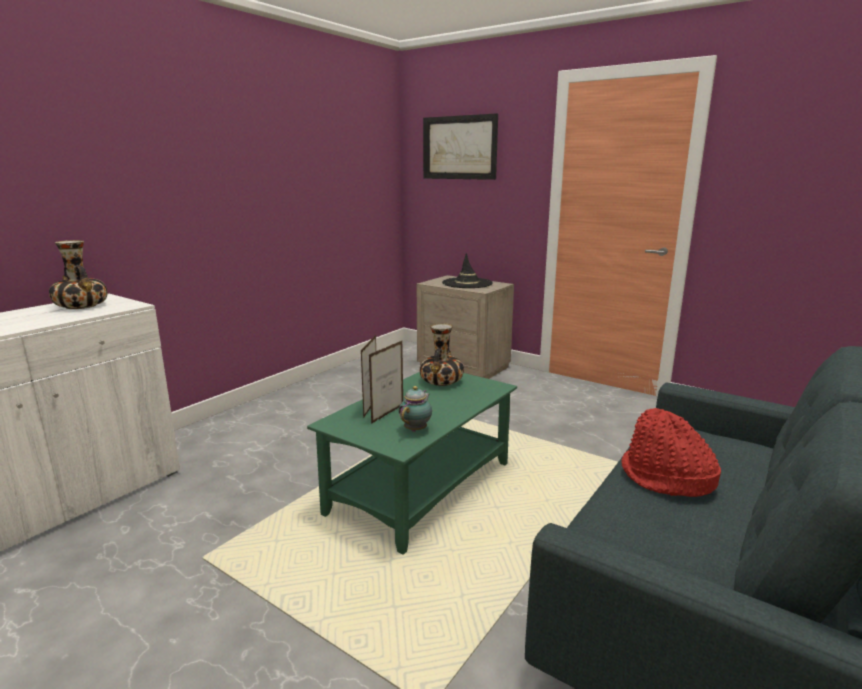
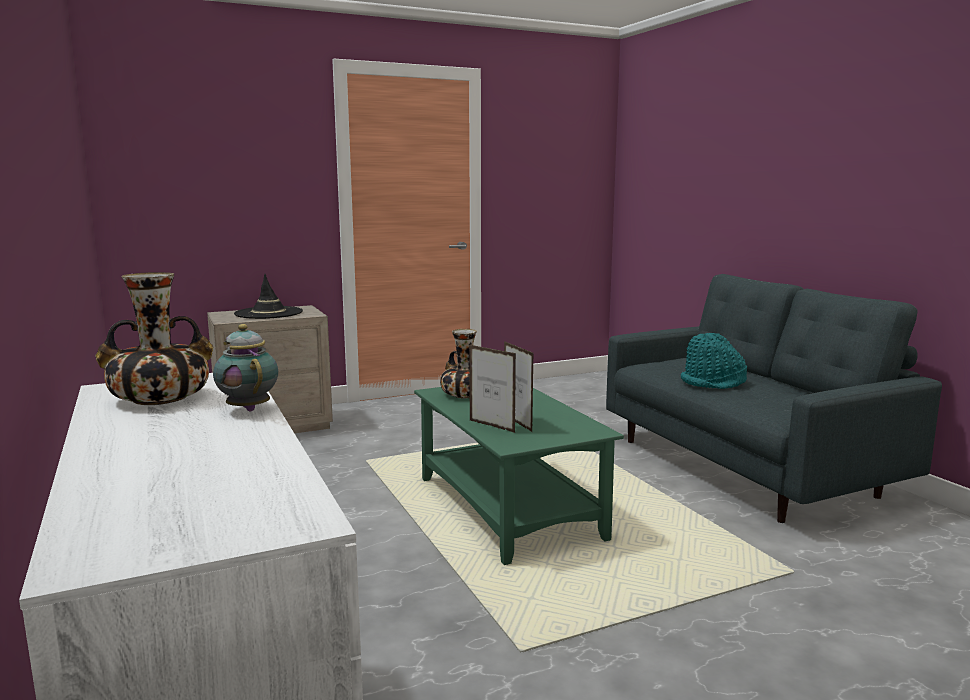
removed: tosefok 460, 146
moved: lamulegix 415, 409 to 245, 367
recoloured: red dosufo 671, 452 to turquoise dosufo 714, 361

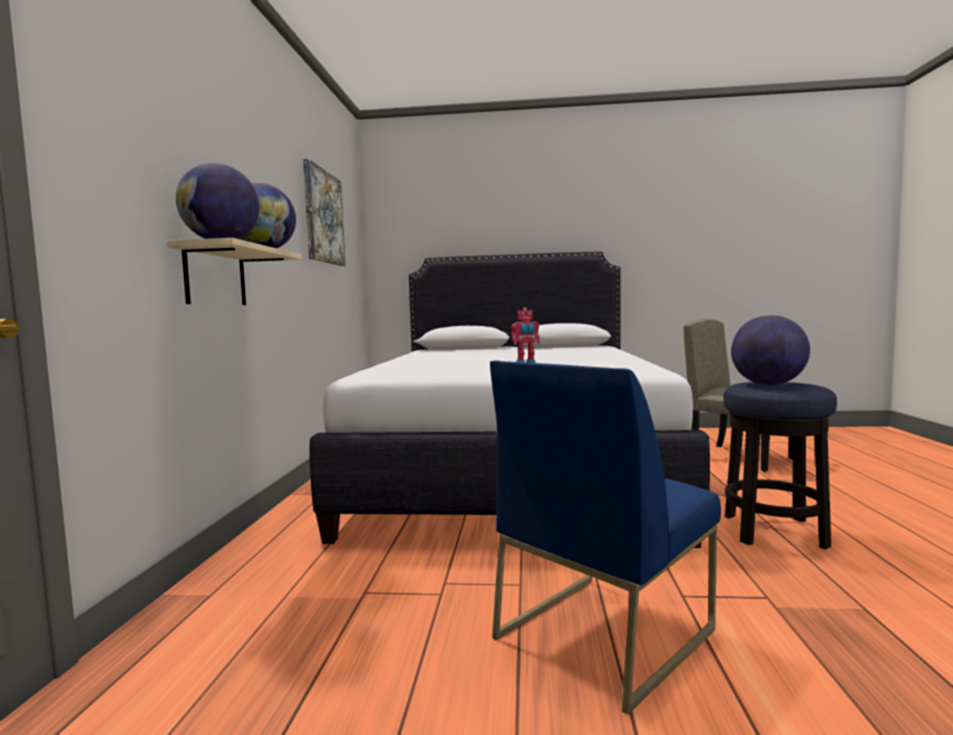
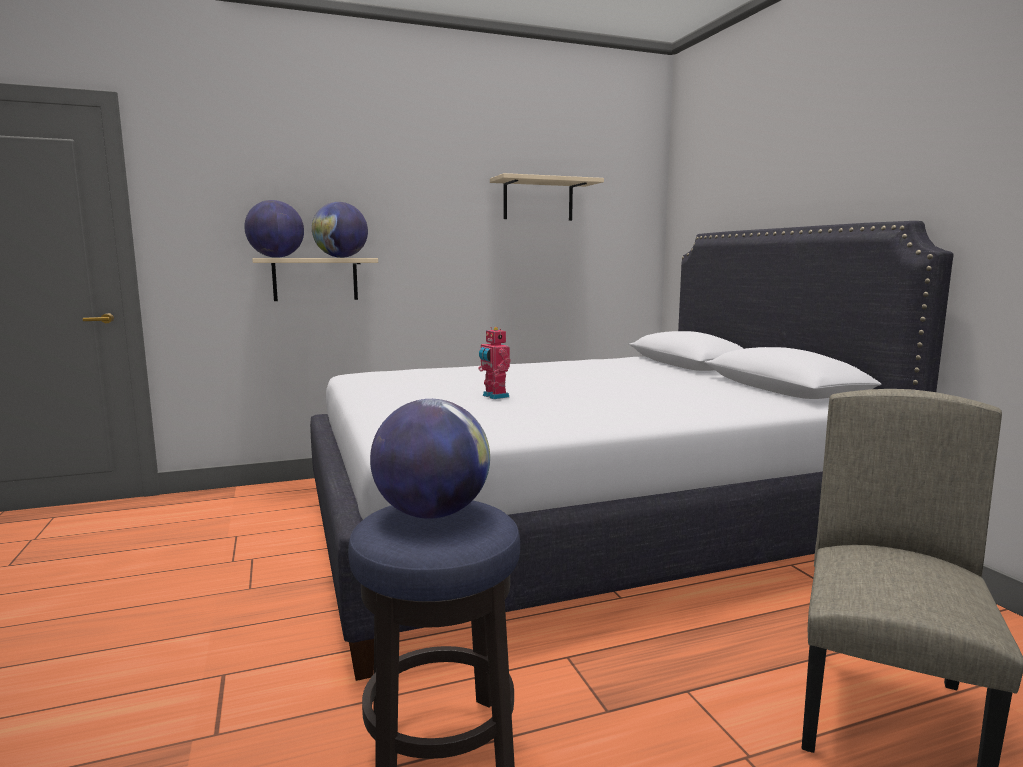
removed: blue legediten 605, 537
replaced: tosefok 324, 212 to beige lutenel 547, 197

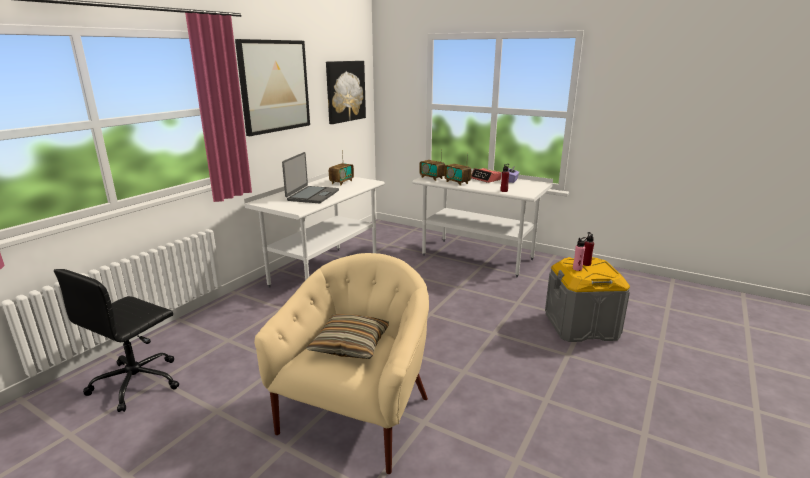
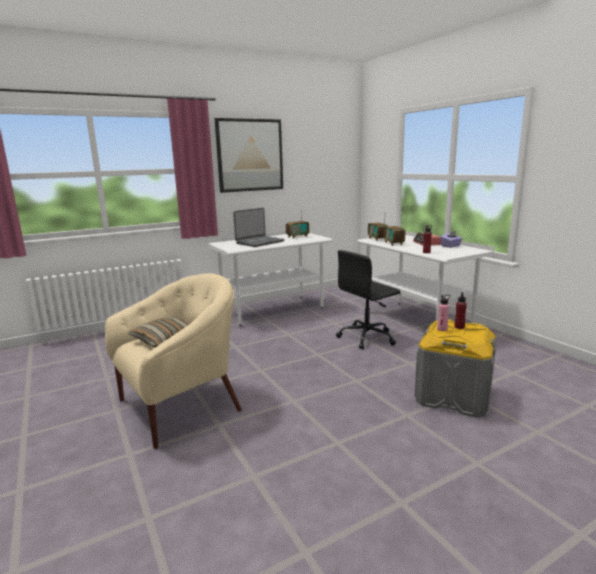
removed: tosefok 346, 92
moved: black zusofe 116, 340 to 368, 299

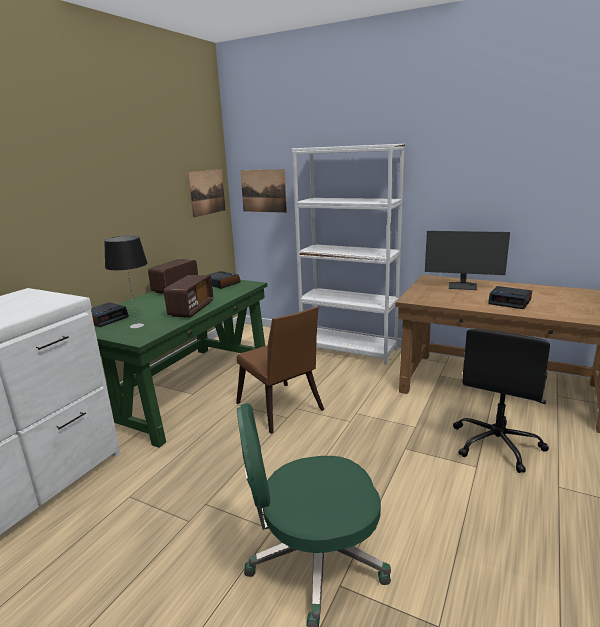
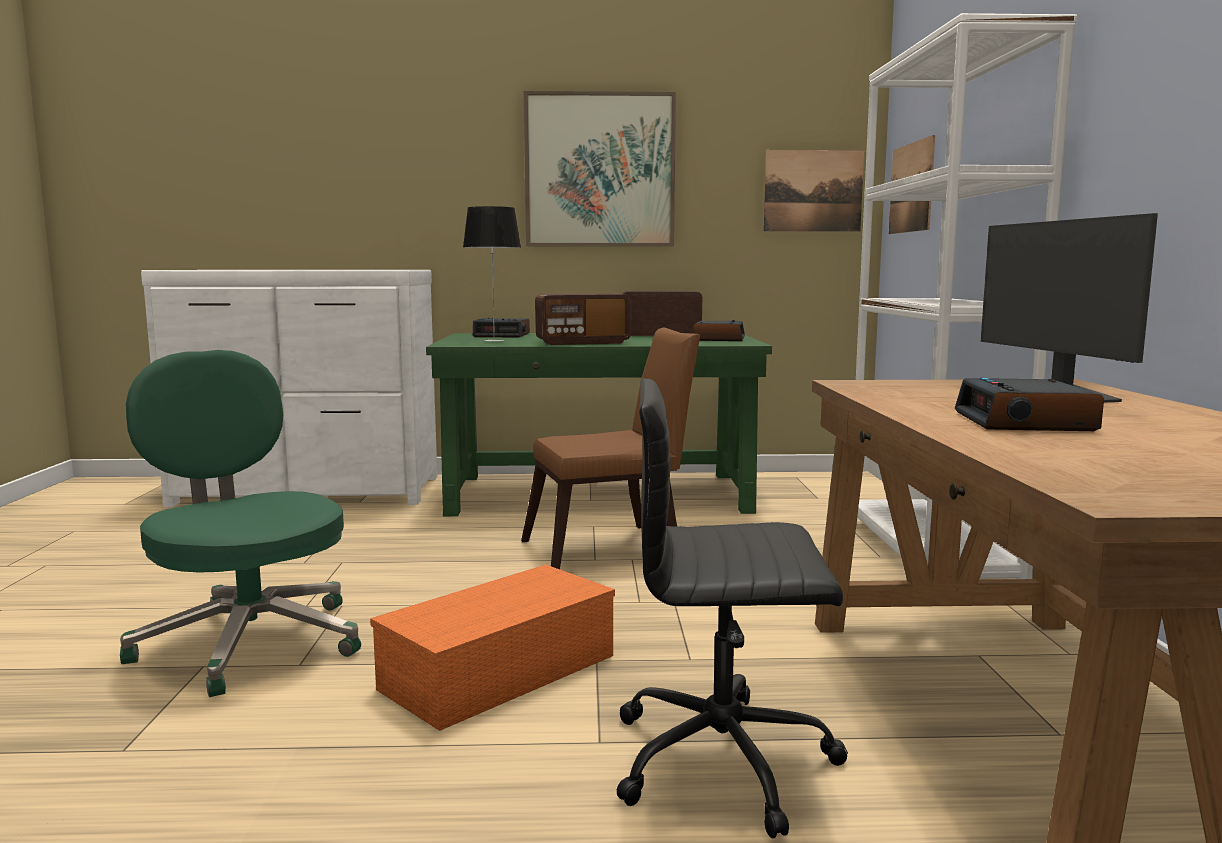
added: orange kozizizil 492, 648; tosefok 600, 168
turned: brown legediten 280, 370 = 611, 448 135 degrees counterclockwise

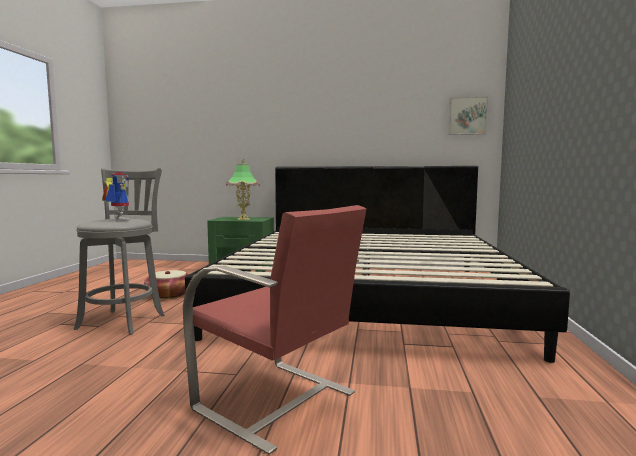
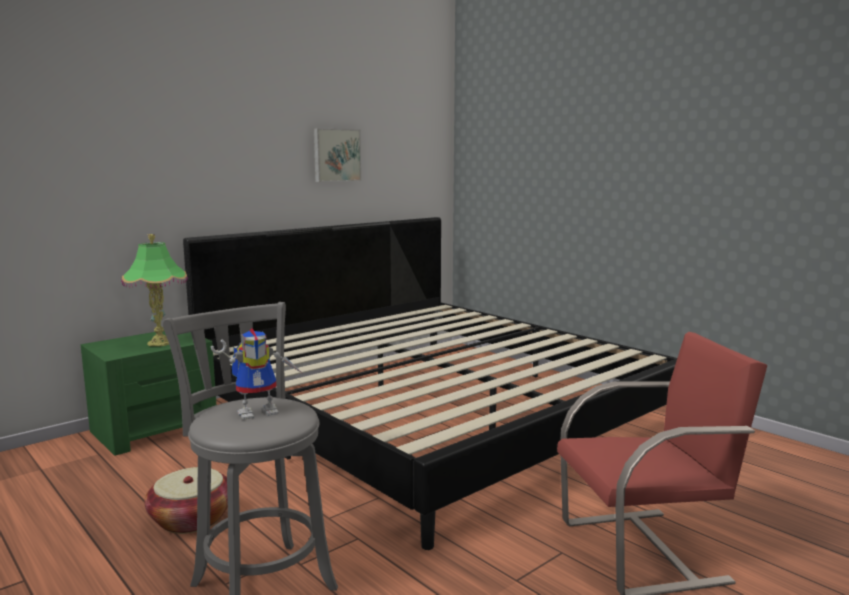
moved: tosefok 468, 116 to 337, 155
turned: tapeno 116, 196 = 256, 374 150 degrees clockwise

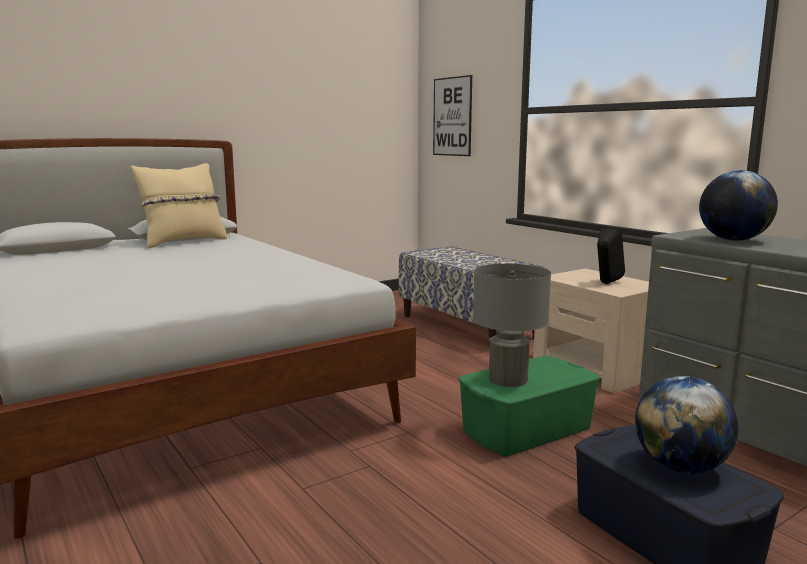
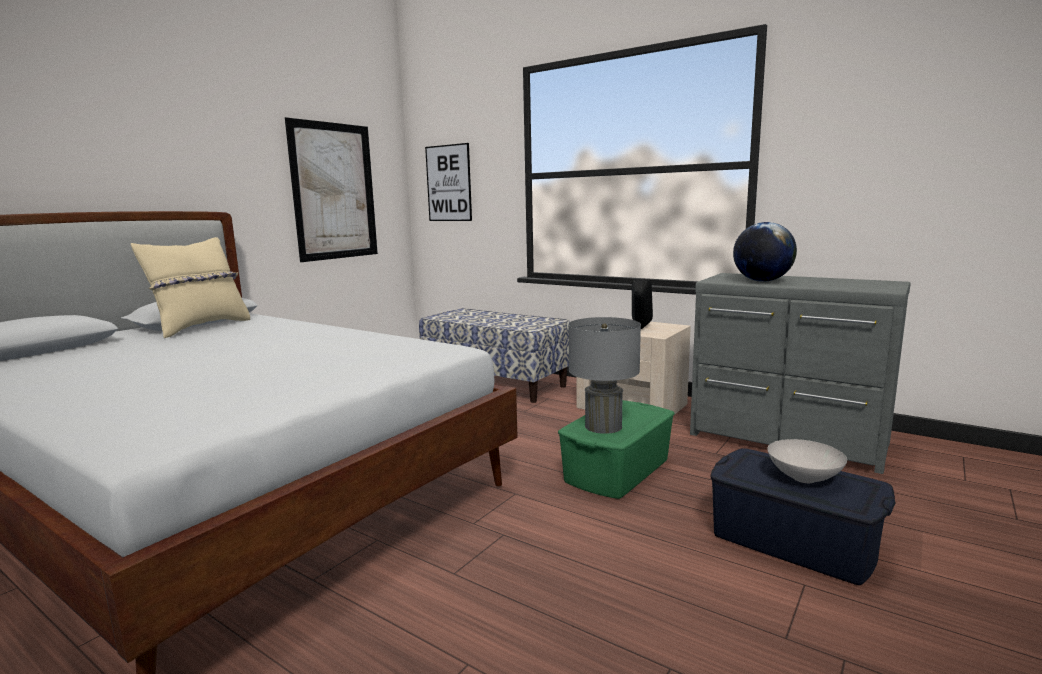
added: tosefok 331, 189
replaced: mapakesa 686, 425 to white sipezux 807, 461

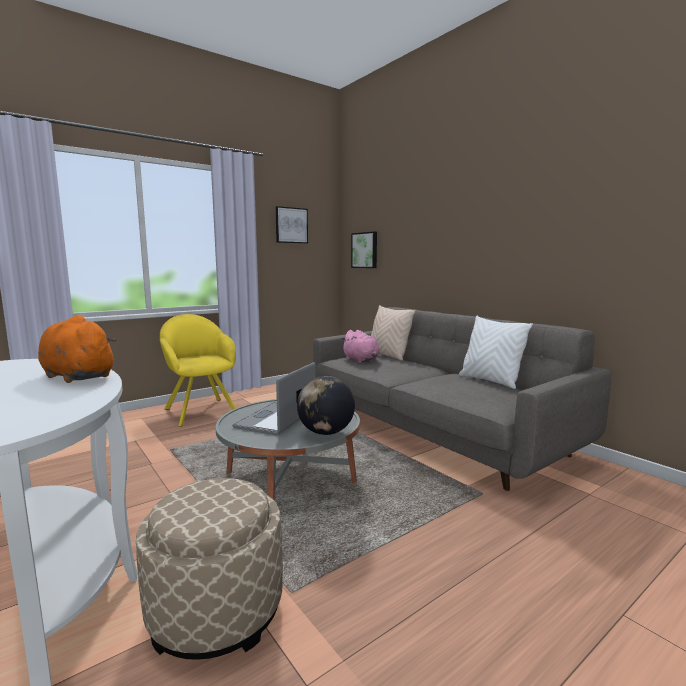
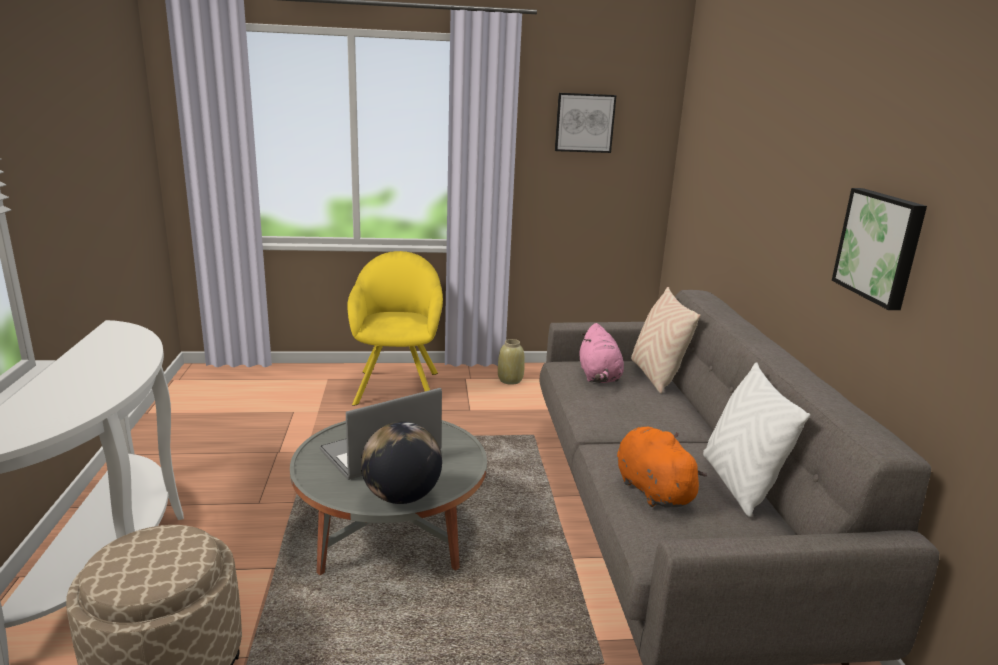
added: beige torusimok 511, 362
moved: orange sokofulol 77, 349 to 662, 467; tosefok 364, 249 to 879, 249

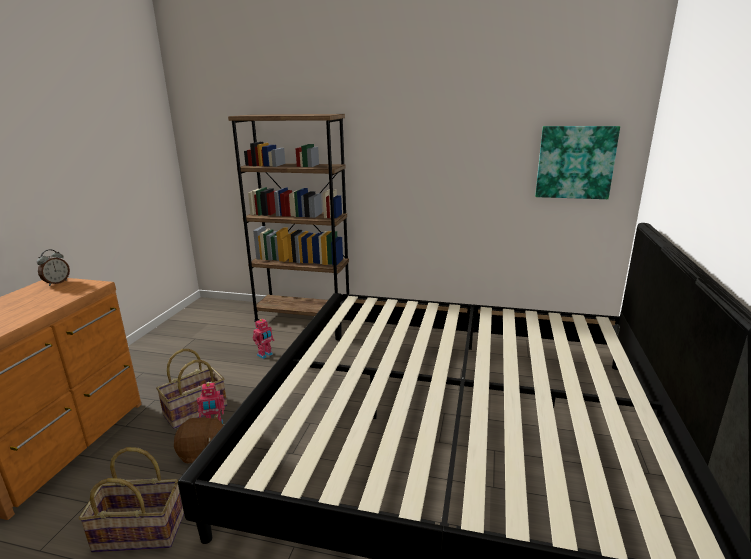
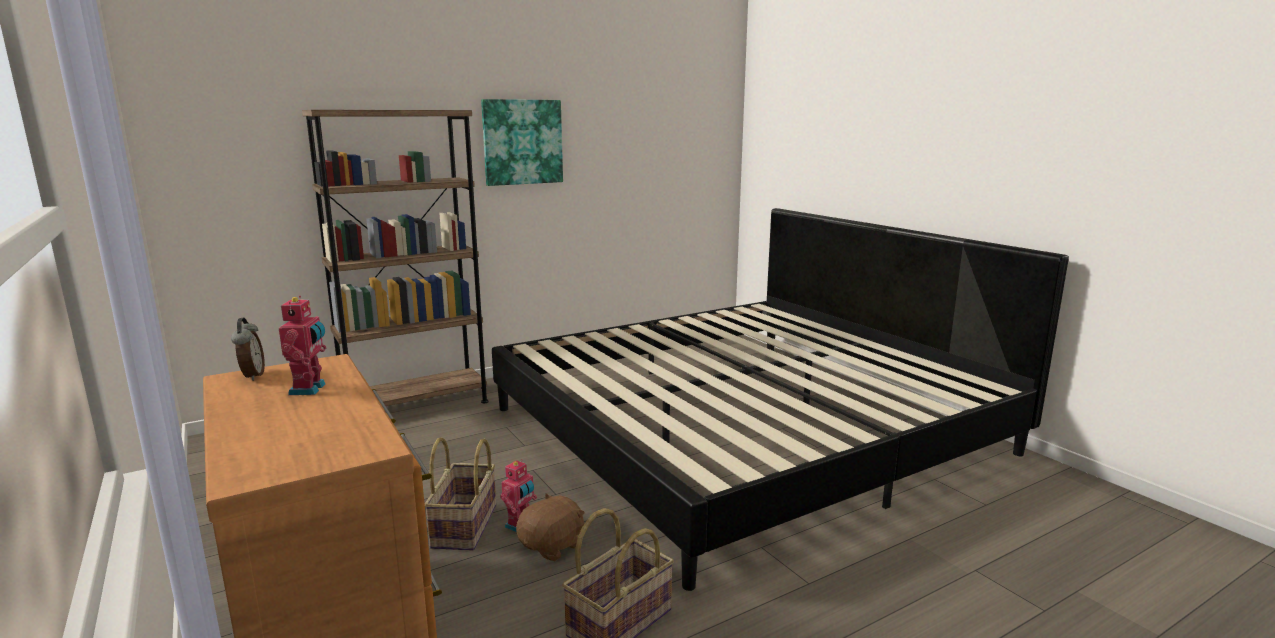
moved: tapeno 264, 338 to 302, 345; tosefok 577, 162 to 522, 142

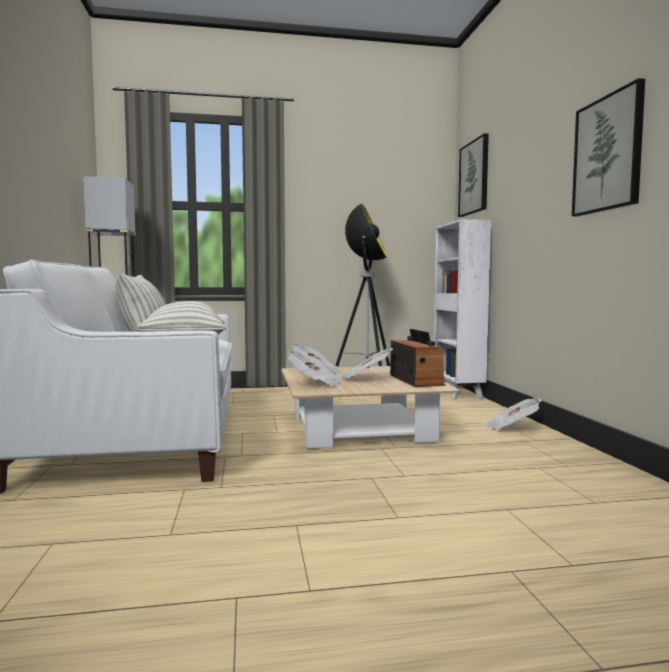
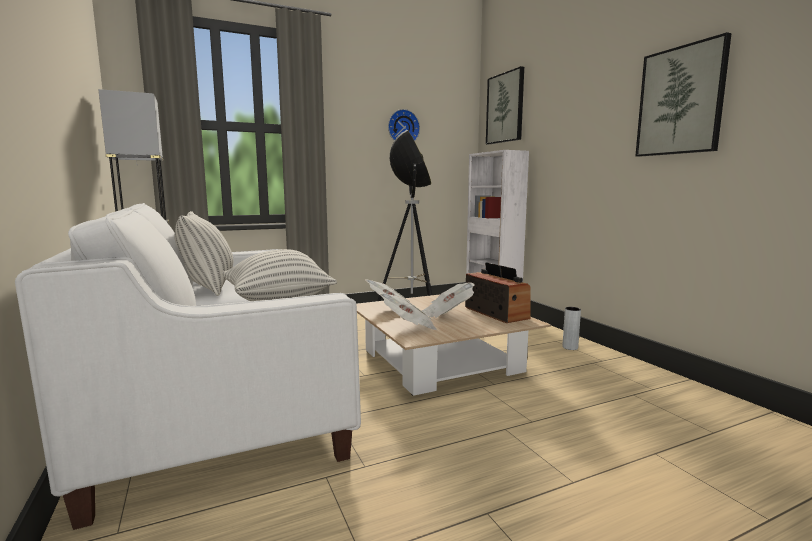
added: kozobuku 404, 125
replaced: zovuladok 513, 414 to grey torusimok 571, 328

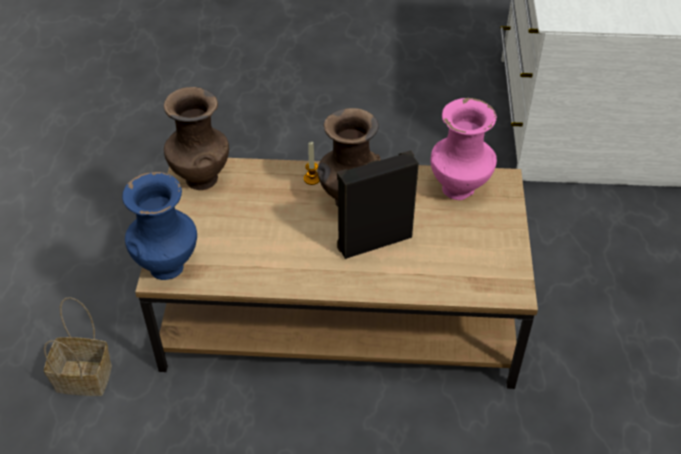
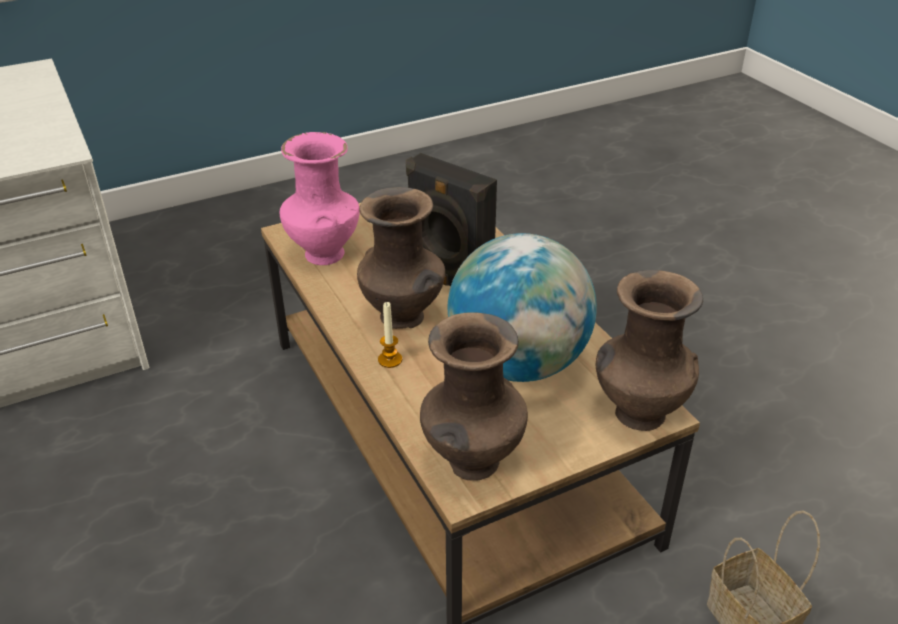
added: mapakesa 522, 307
recoloured: blue torusimok 159, 226 to brown torusimok 649, 350

